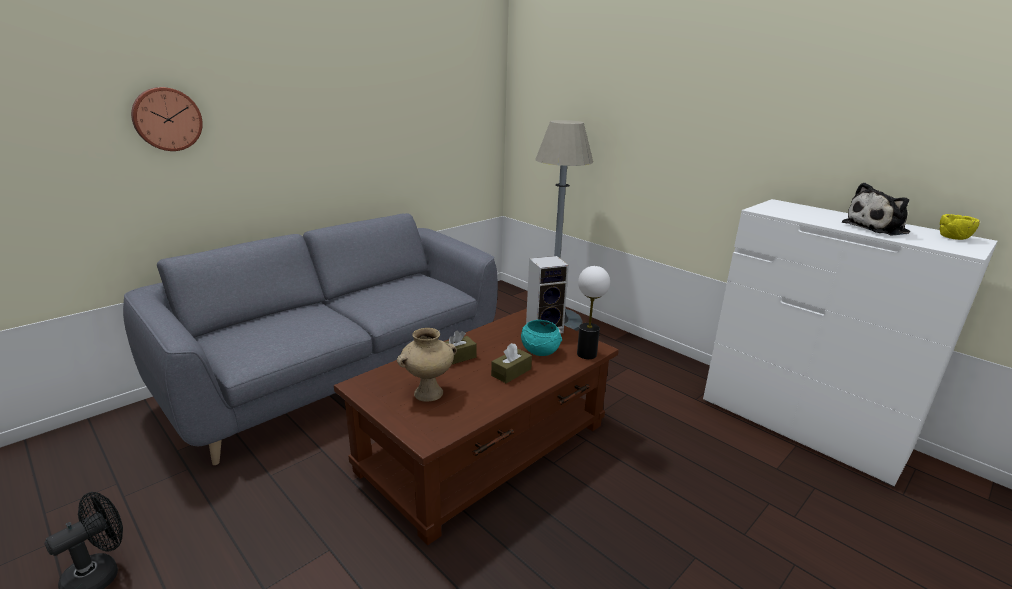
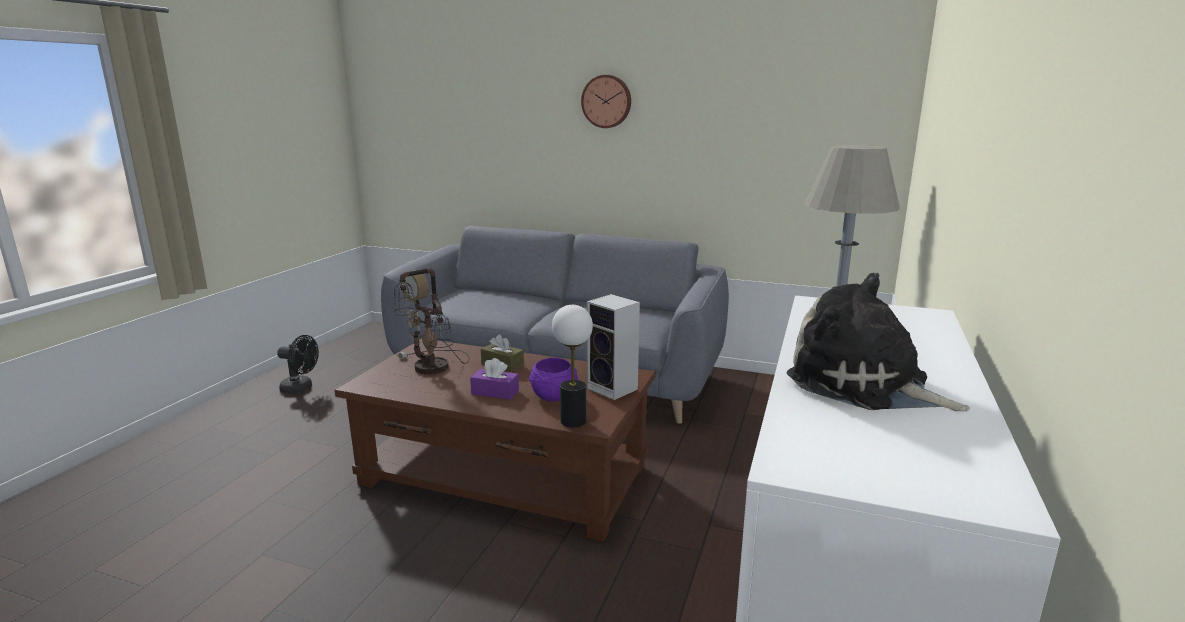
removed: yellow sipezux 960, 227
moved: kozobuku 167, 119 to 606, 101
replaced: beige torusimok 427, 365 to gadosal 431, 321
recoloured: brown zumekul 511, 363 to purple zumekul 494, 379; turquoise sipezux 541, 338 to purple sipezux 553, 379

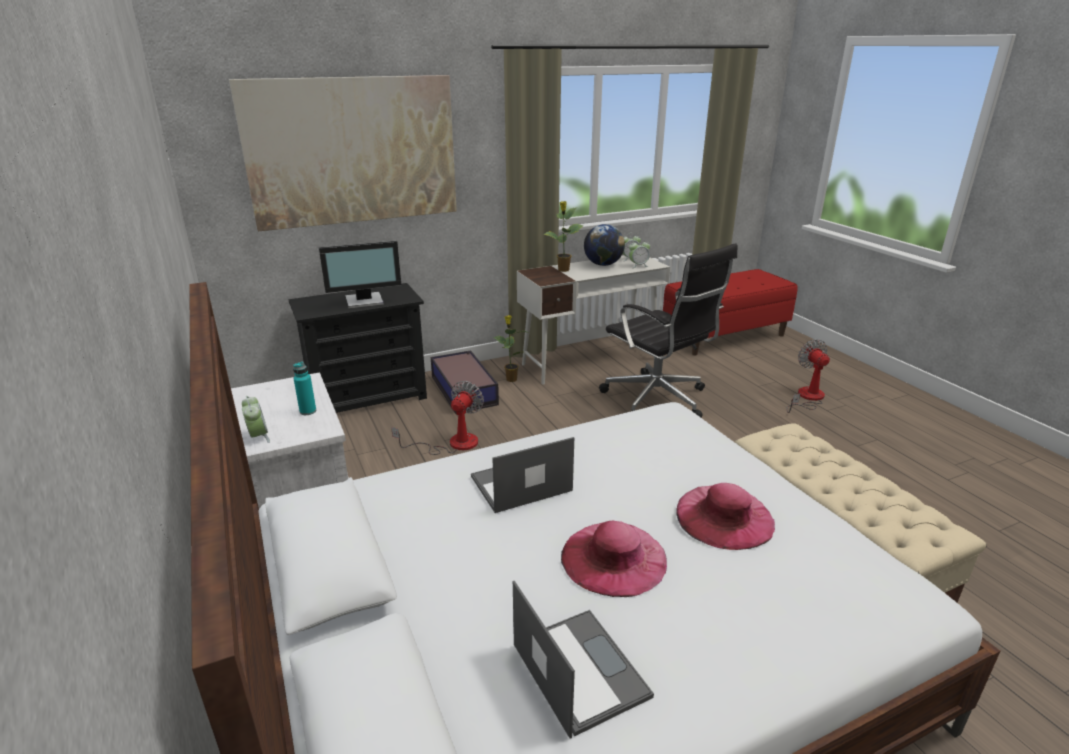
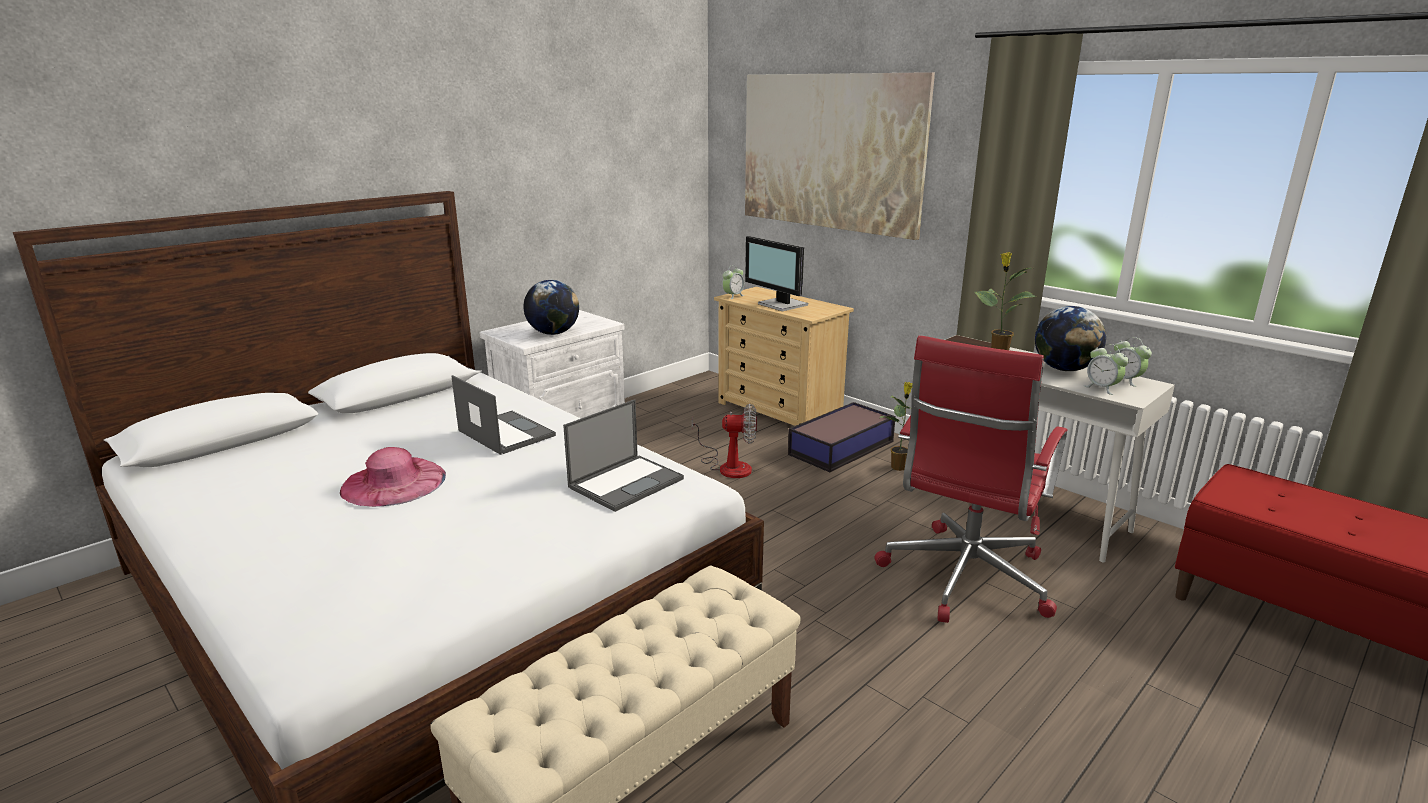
removed: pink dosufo 725, 516; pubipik 808, 376
moved: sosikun 583, 660 to 623, 455; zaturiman 256, 419 to 733, 282
replaced: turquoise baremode 304, 388 to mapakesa 551, 307
recoloured: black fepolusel 357, 348 to beige fepolusel 784, 356; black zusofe 668, 330 to red zusofe 970, 479

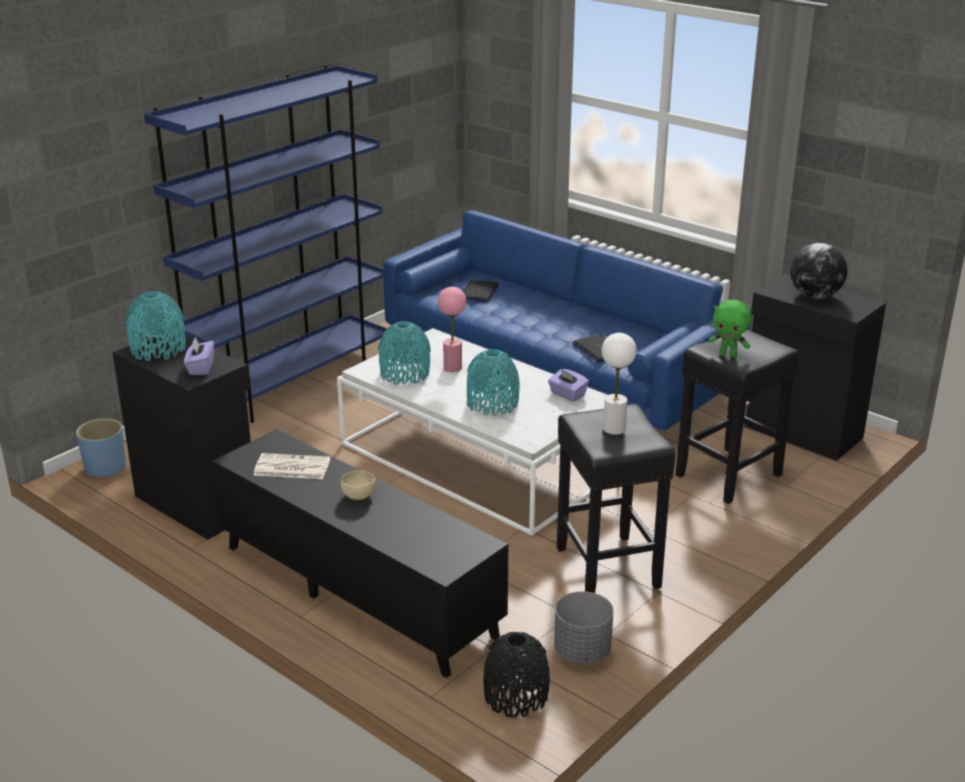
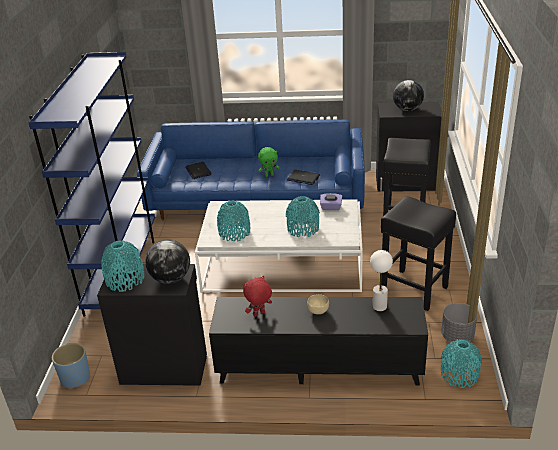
removed: pink gadosal 452, 329
moved: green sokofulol 730, 329 to 268, 162; white gadosal 619, 384 to 381, 280
replaced: purple zumekul 199, 356 to mapakesa 168, 261; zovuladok 292, 466 to red sokofulol 257, 296
recoloured: black torusimok 516, 674 to turquoise torusimok 461, 363

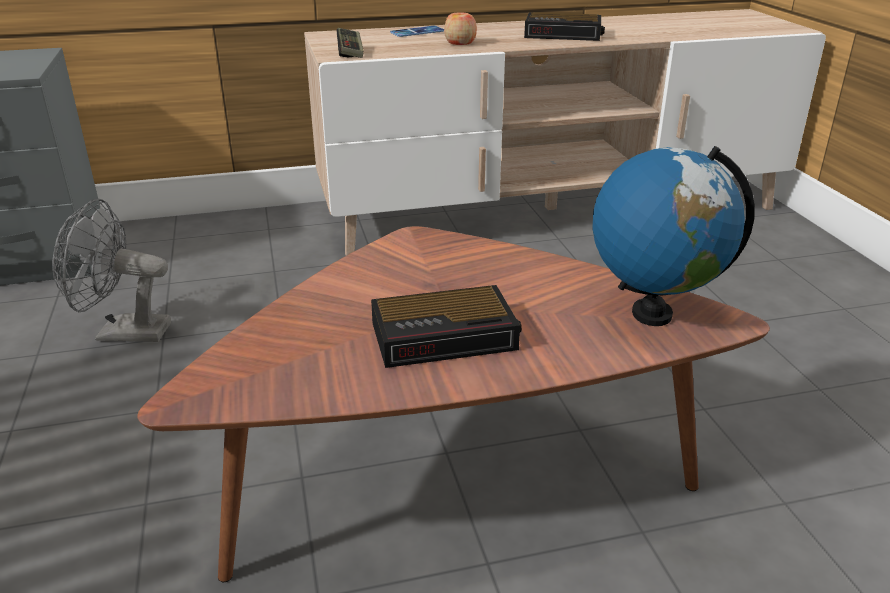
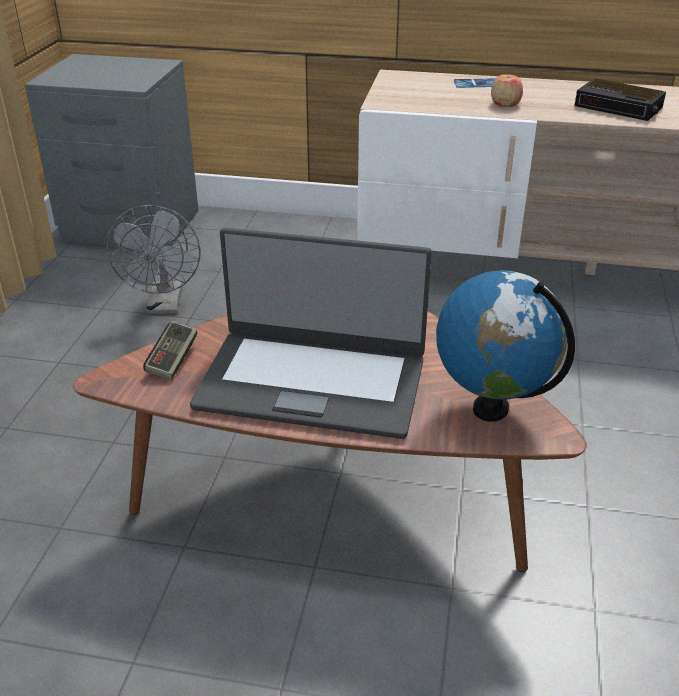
moved: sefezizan 350, 43 to 170, 350
replaced: zaturiman 446, 326 to sosikun 311, 333
turned: grey pubipik 111, 270 = 154, 259 120 degrees counterclockwise

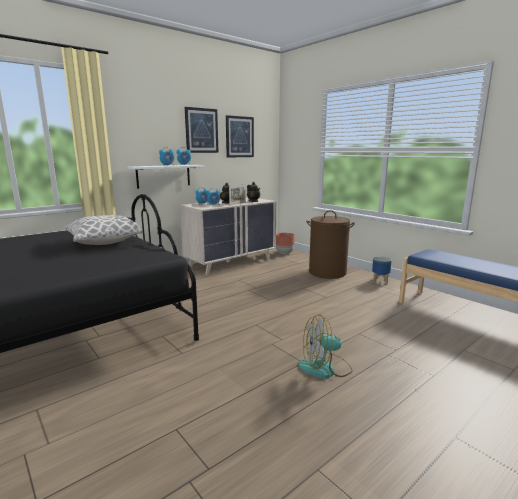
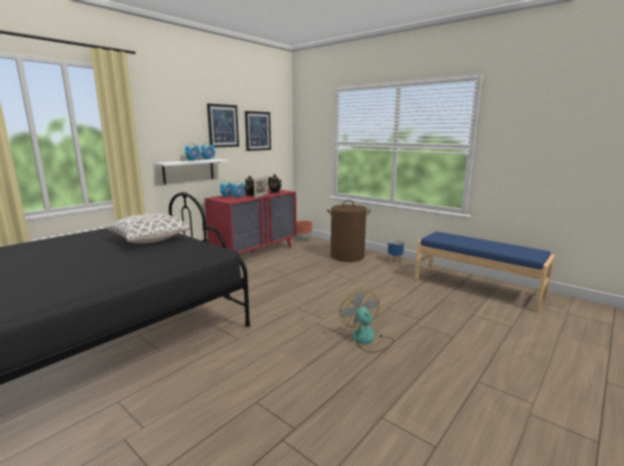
recoloured: beige fepolusel 228, 237 to red fepolusel 251, 221
turned: pubipik 325, 346 = 366, 321 90 degrees clockwise

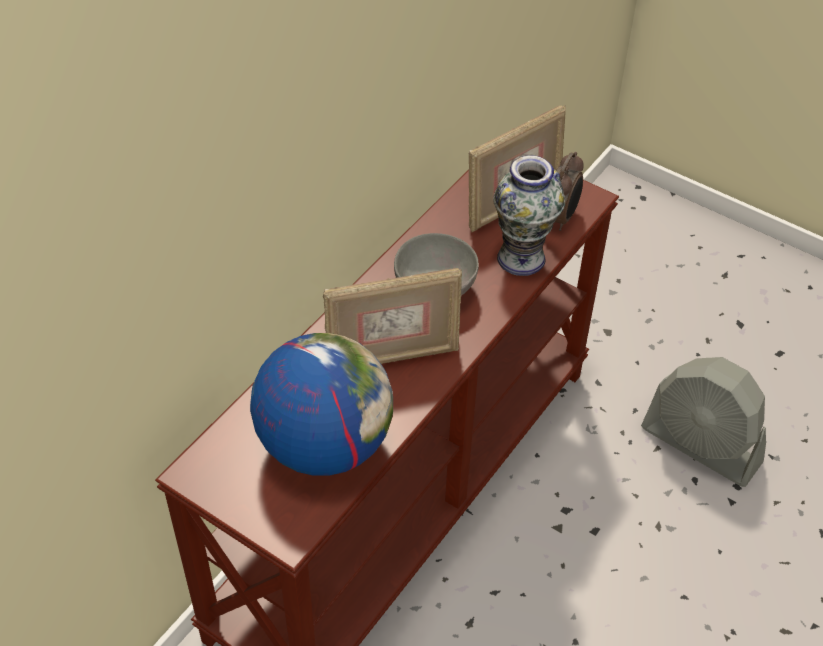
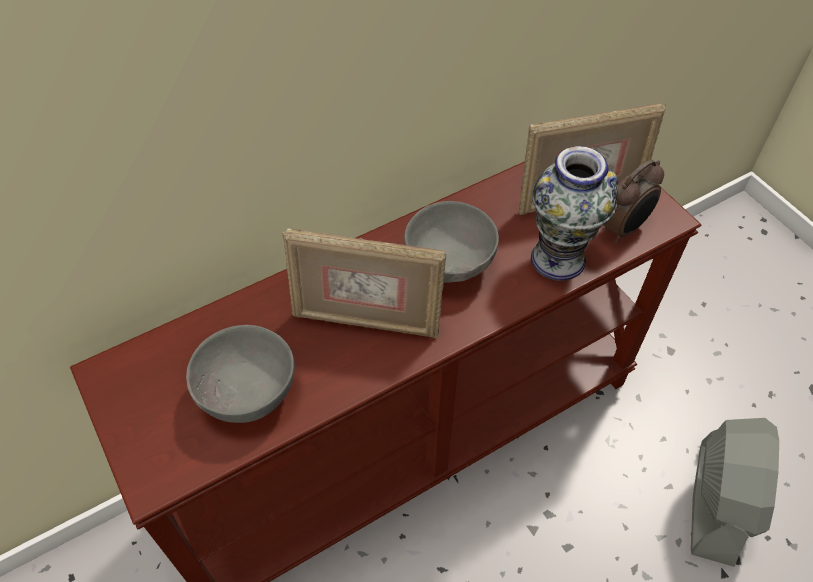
replaced: mapakesa 321, 404 to grey sipezux 240, 374
turned: grey pubipik 703, 422 = 735, 492 135 degrees counterclockwise

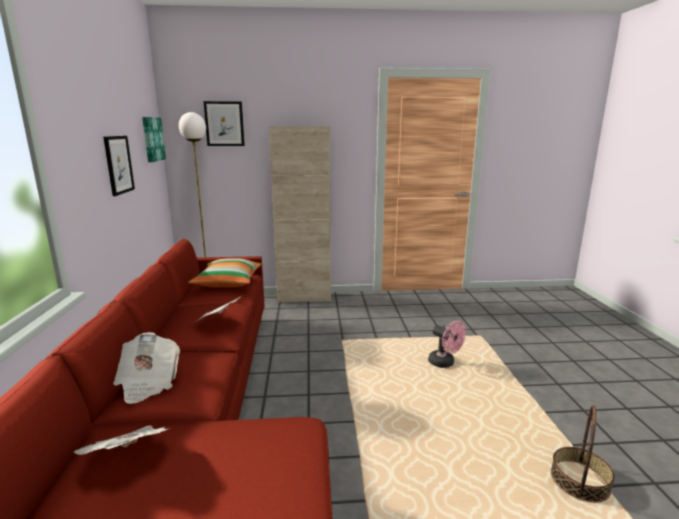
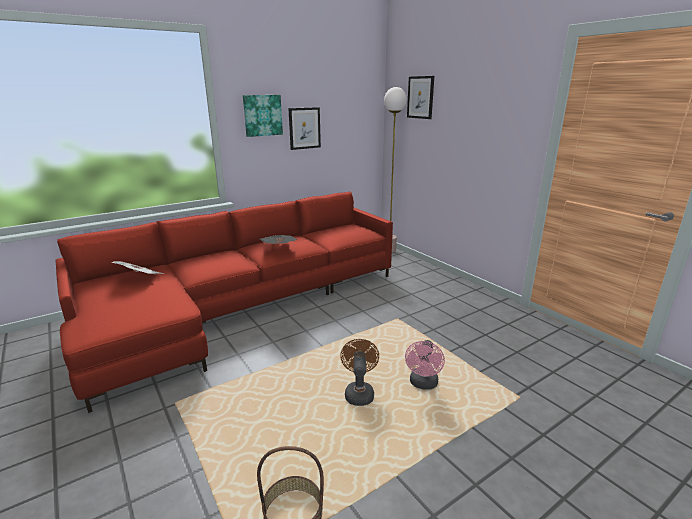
removed: zovuladok 146, 368; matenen 225, 272; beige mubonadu 300, 214
added: brown pubipik 359, 372
moved: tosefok 154, 139 to 263, 116

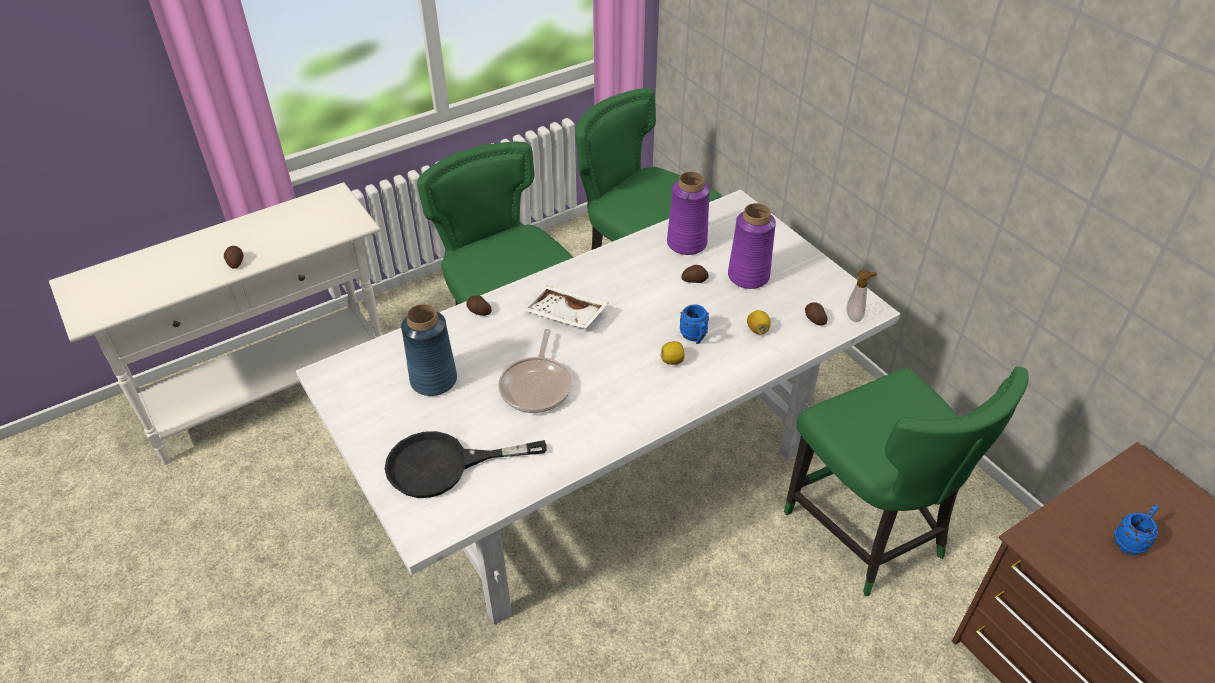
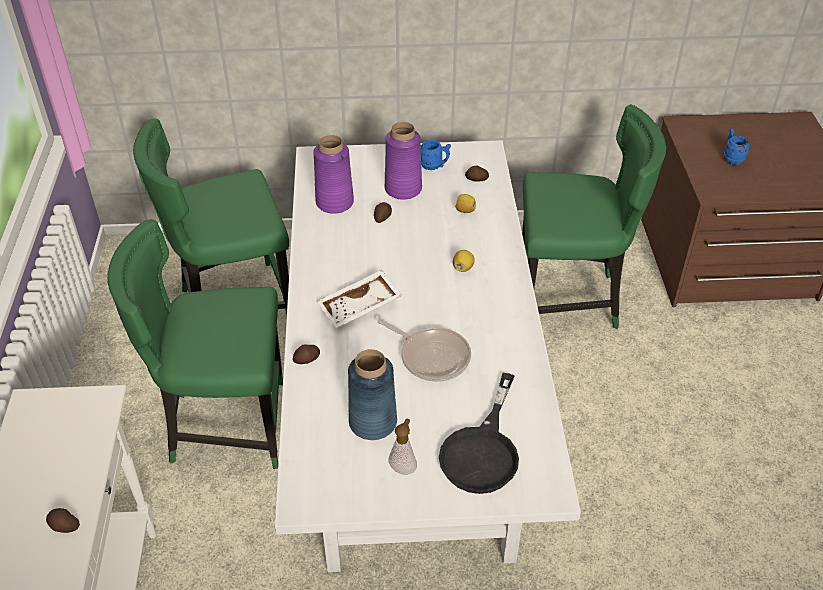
moved: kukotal 861, 296 to 402, 447; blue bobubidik 694, 324 to 436, 155

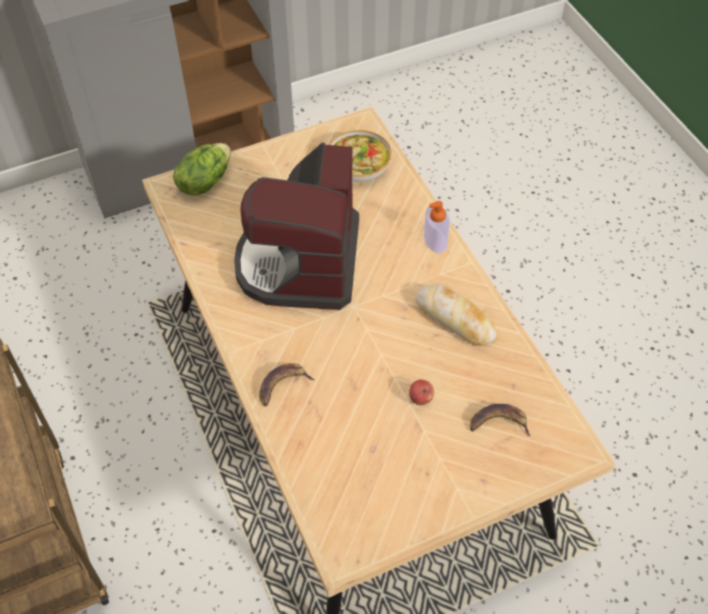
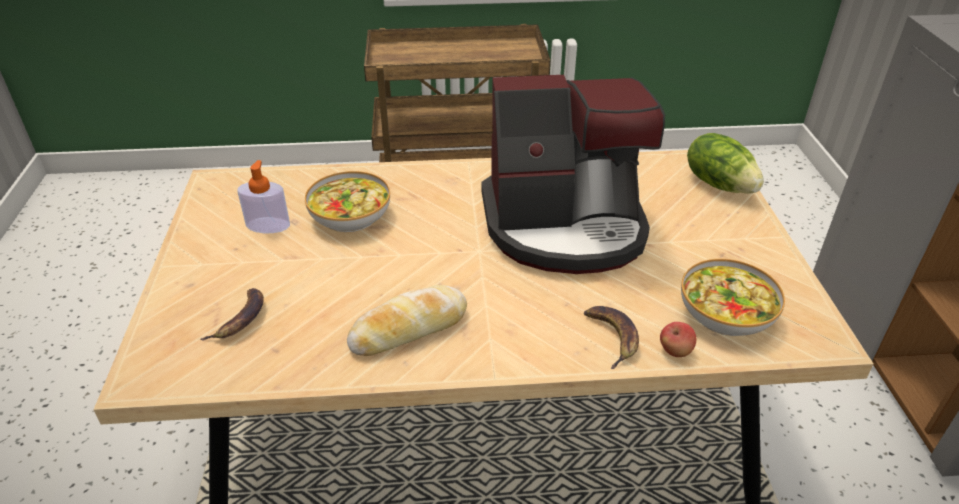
added: sipezux 347, 201
moved: kukotal 437, 227 to 263, 196; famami 287, 385 to 611, 337; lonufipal 421, 392 to 678, 339
turned: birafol 296, 226 = 573, 174 150 degrees clockwise

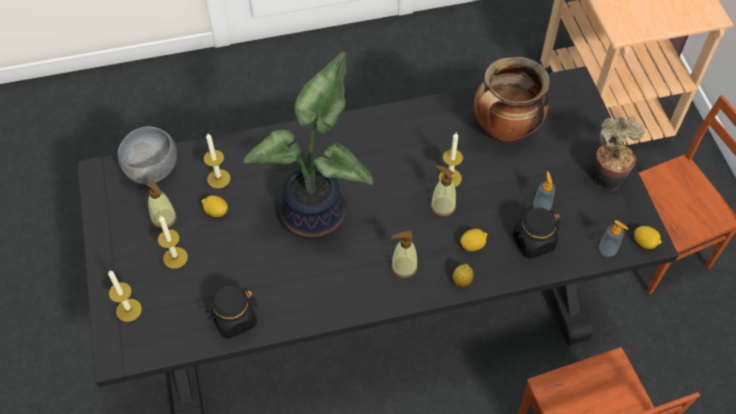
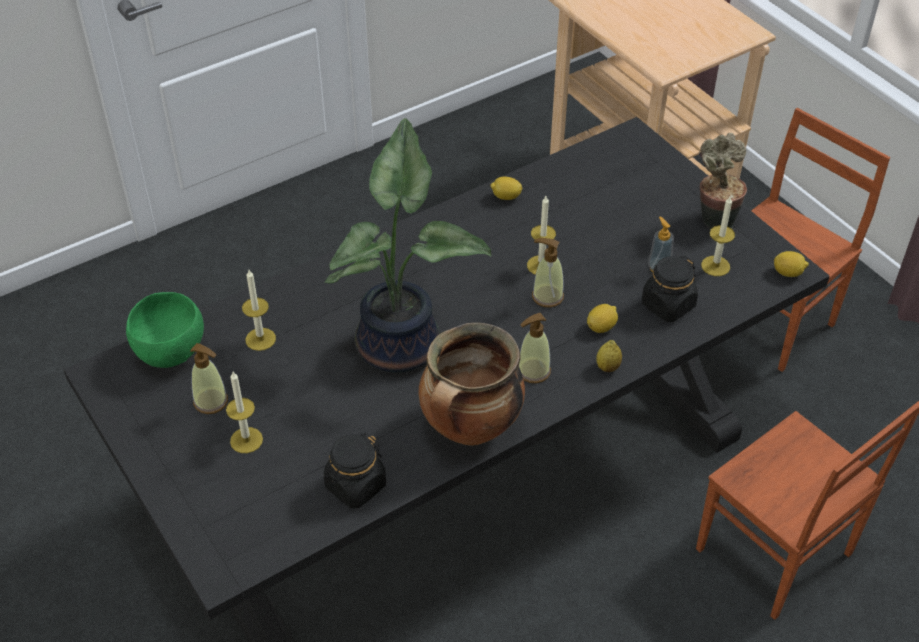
removed: kukotal 613, 238
moved: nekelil 512, 99 to 472, 384; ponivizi 214, 206 to 506, 188; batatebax 125, 296 to 718, 236
recoloured: grey sipezux 147, 155 to green sipezux 165, 330

